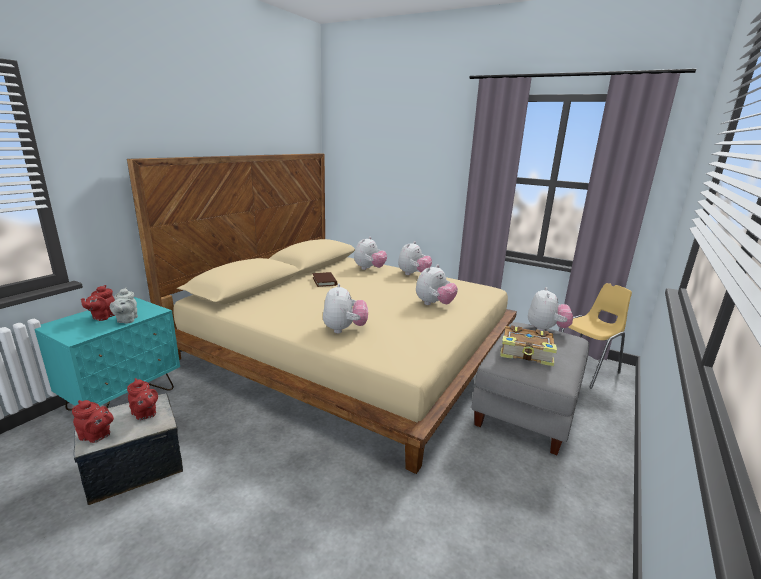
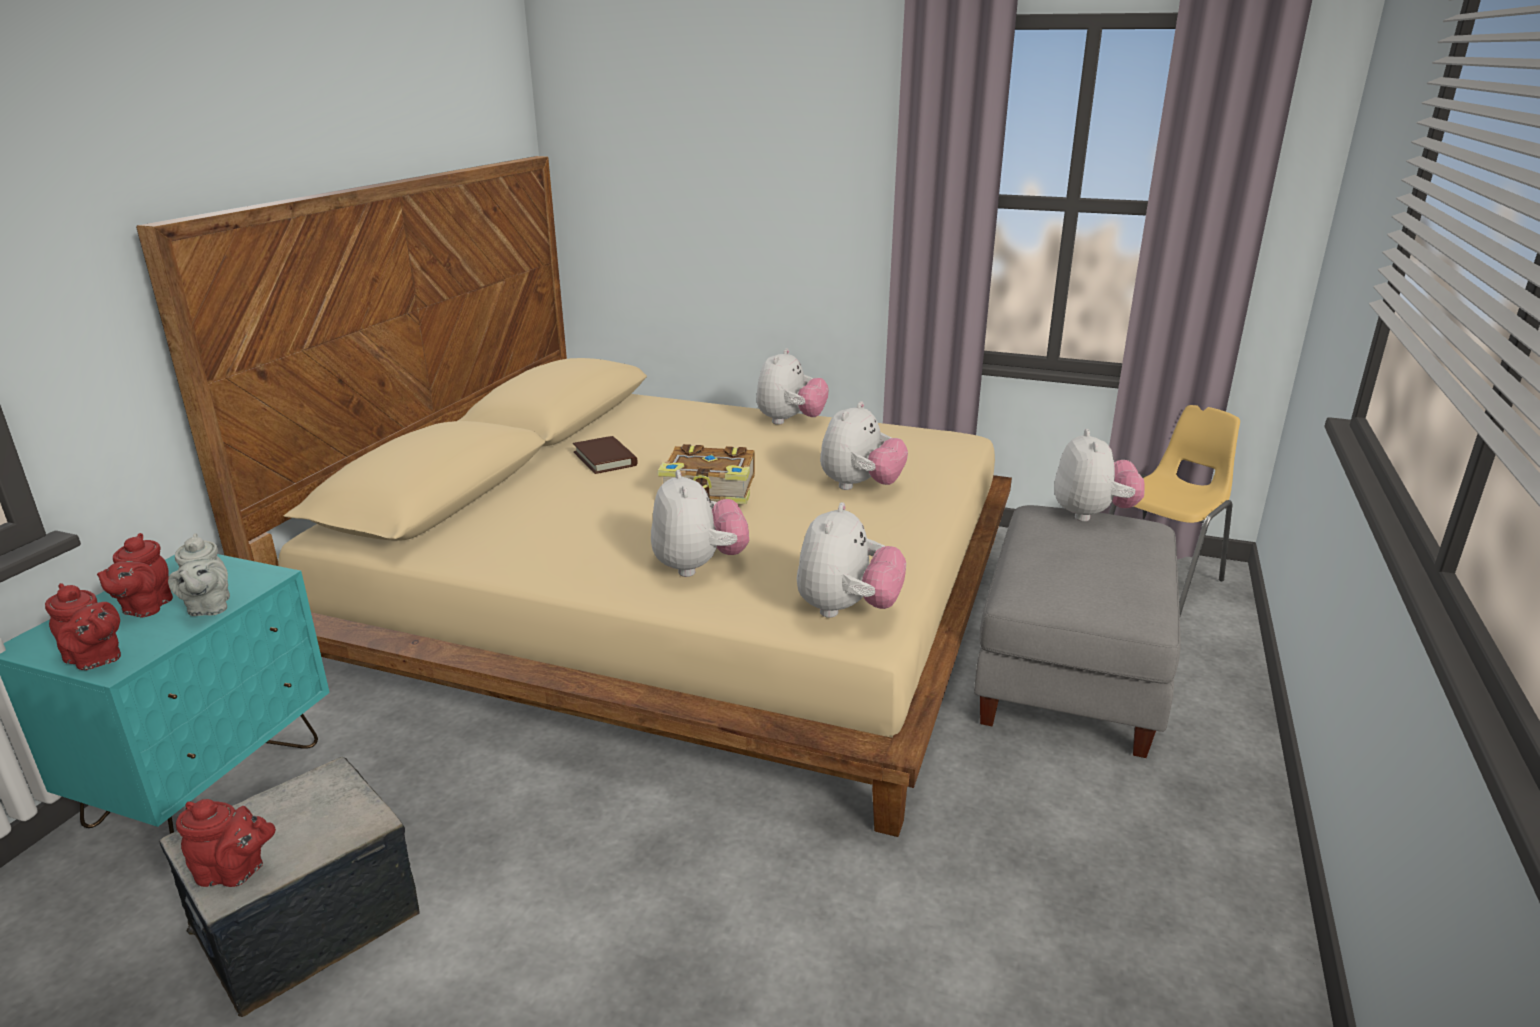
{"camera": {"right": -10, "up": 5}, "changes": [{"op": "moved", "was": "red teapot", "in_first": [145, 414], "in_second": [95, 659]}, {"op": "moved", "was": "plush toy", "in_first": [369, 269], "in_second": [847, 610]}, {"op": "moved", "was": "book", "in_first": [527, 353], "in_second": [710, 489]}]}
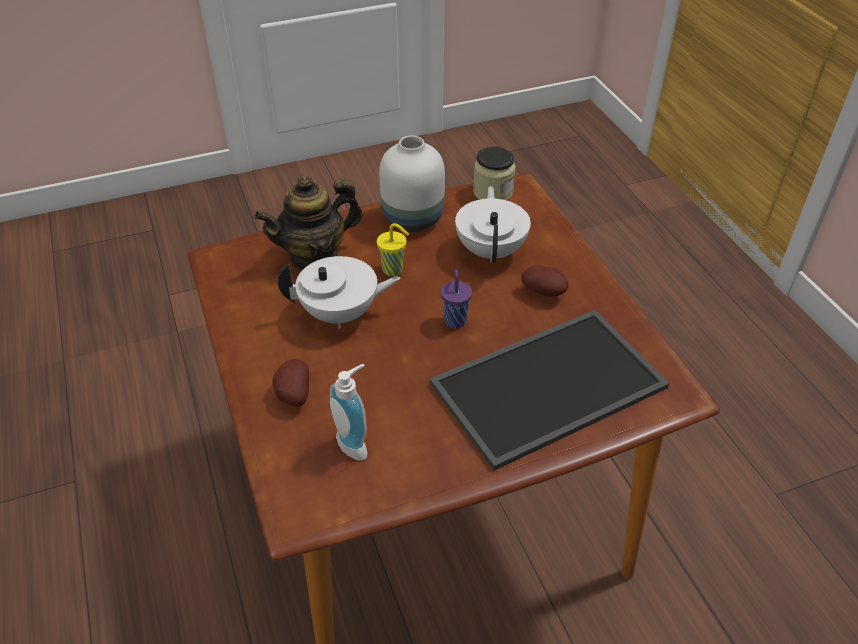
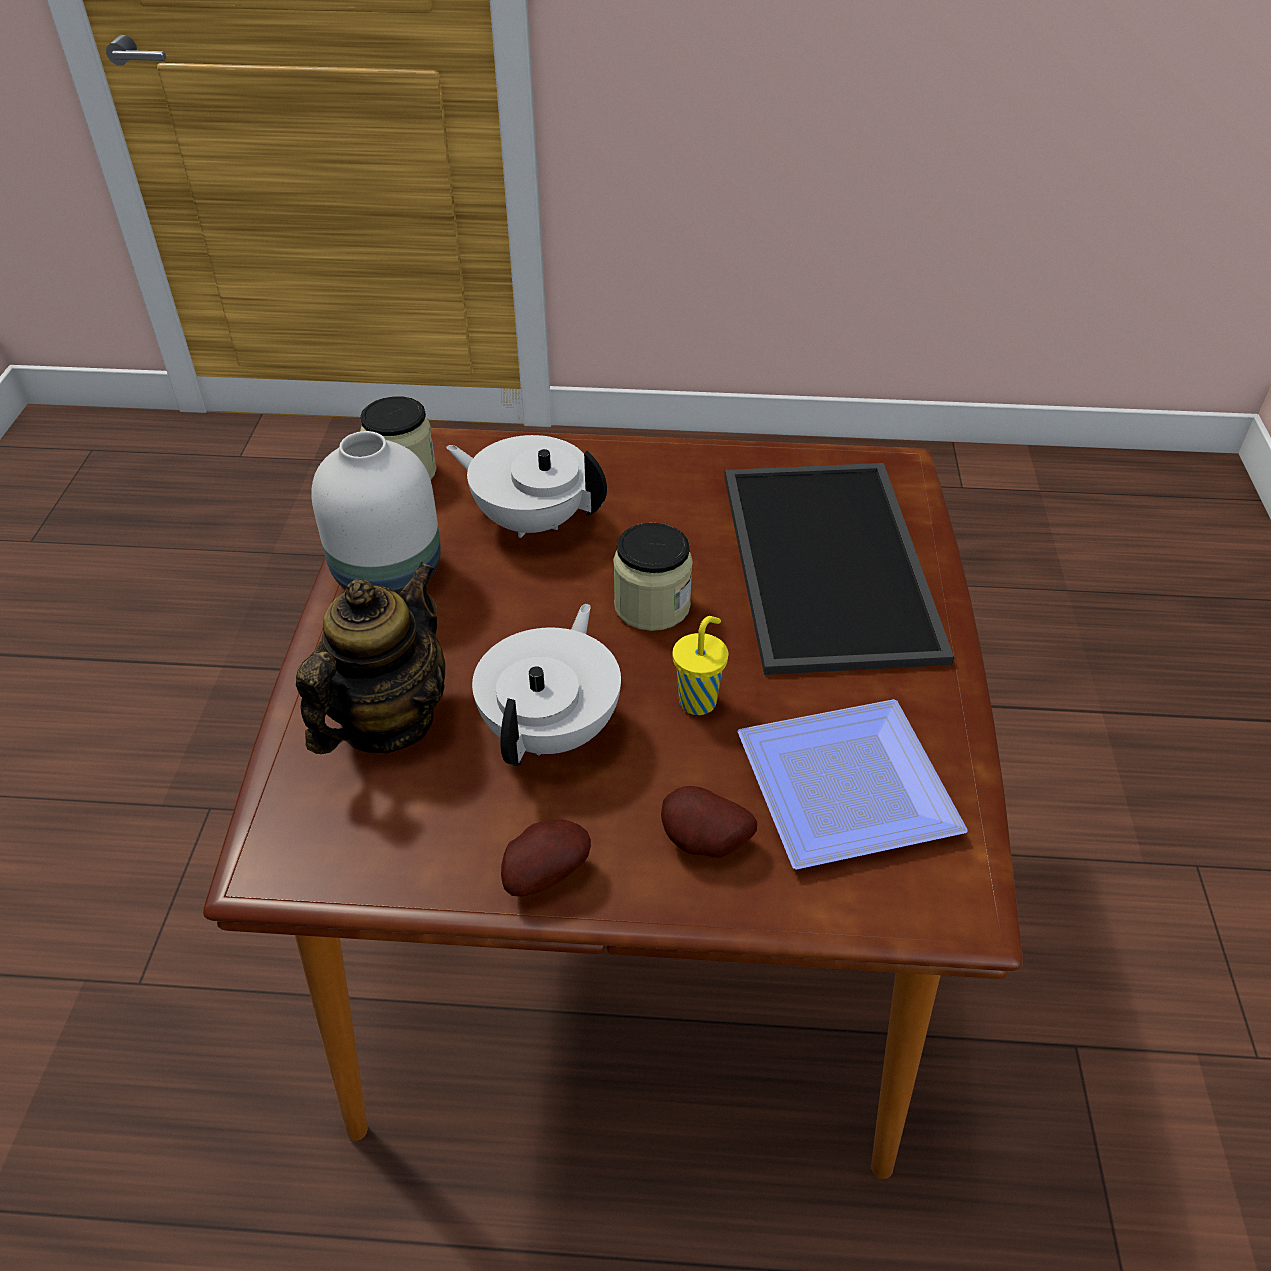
{"camera": {"right": -65, "up": 0}, "changes": [{"op": "moved", "was": "yellowish small cup", "in_first": [394, 270], "in_second": [699, 700]}, {"op": "moved", "was": "whole potato", "in_first": [545, 292], "in_second": [543, 873]}, {"op": "replaced", "was": "soap dispenser", "now": "plate", "in_first": [356, 443], "in_second": [842, 794]}, {"op": "replaced", "was": "purplish small cup", "now": "jar", "in_first": [455, 320], "in_second": [652, 606]}, {"op": "turned", "was": "teapot", "in_first": [315, 257], "in_second": [386, 721], "clockwise": -150}]}
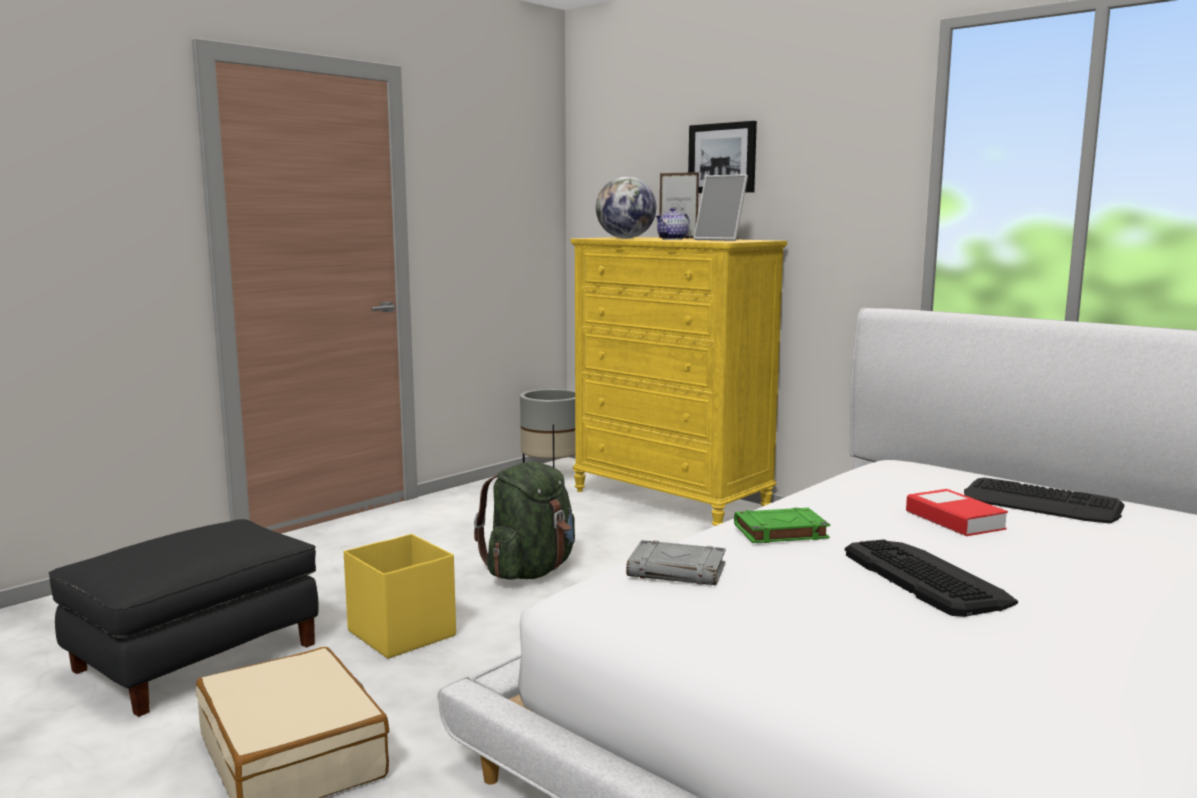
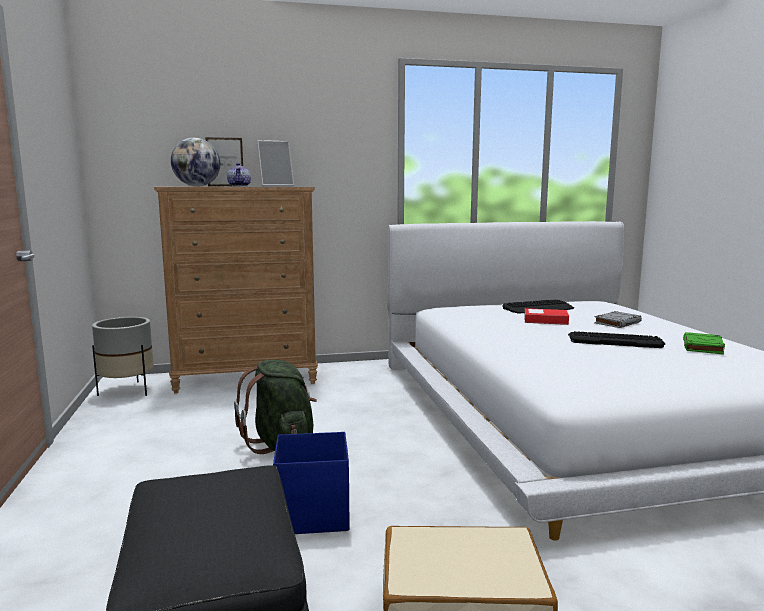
{"camera": {"right": -55, "up": 0}, "changes": [{"op": "removed", "was": "wall art", "in_first": [722, 158]}, {"op": "moved", "was": "gray book", "in_first": [678, 570], "in_second": [617, 323]}, {"op": "moved", "was": "greenish book", "in_first": [779, 532], "in_second": [703, 347]}, {"op": "recoloured", "was": "yellowish storage bin", "now": "blue-coloured storage bin", "in_first": [401, 633], "in_second": [311, 514]}, {"op": "recoloured", "was": "yellowish drawer chest", "now": "brownish drawer chest", "in_first": [671, 499], "in_second": [247, 378]}]}
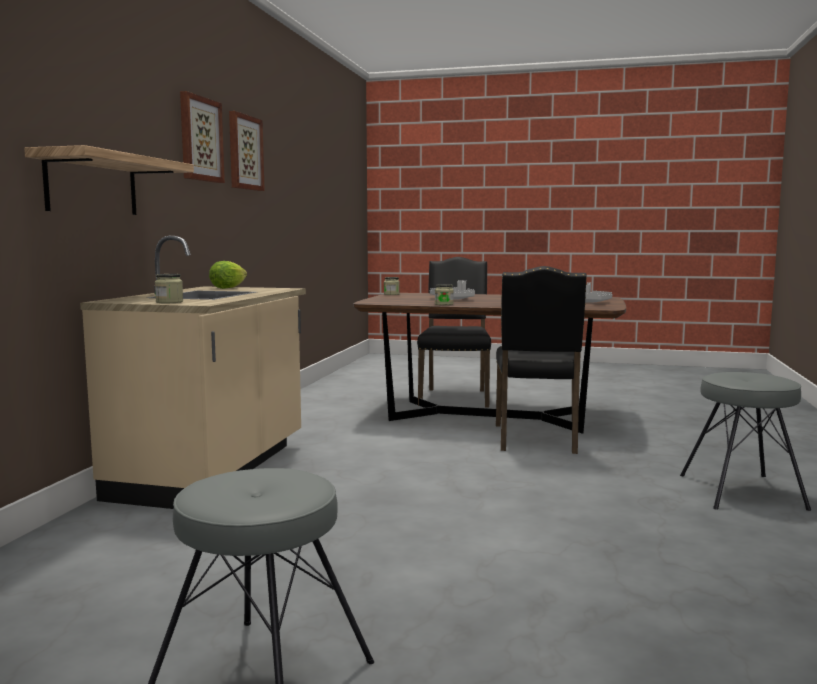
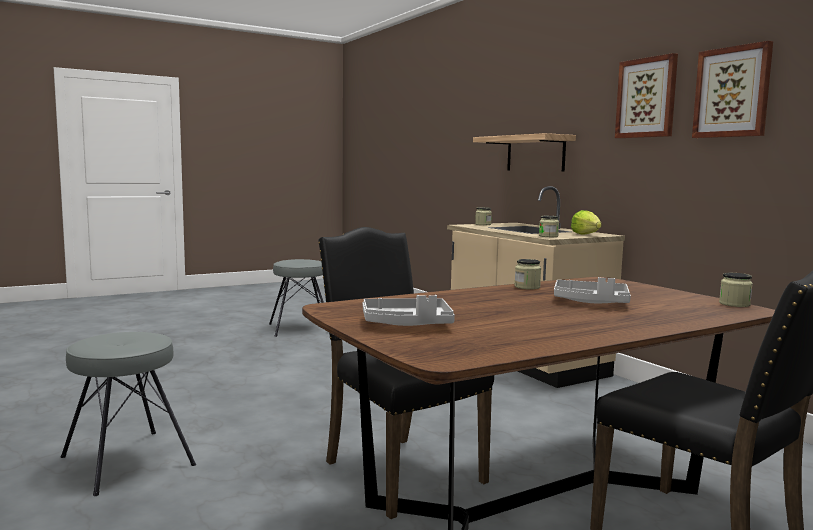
{"camera": {"right": 135, "up": 0}, "changes": [{"op": "added", "now": "jar", "in_second": [548, 236]}]}
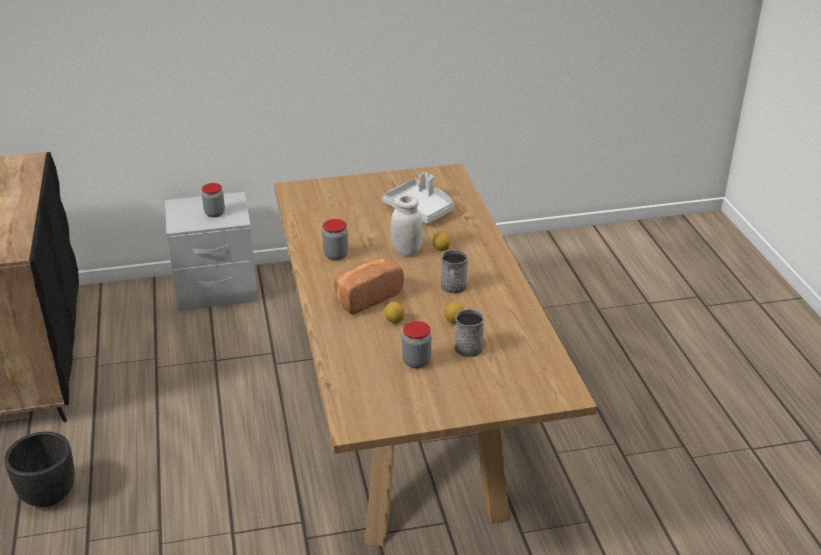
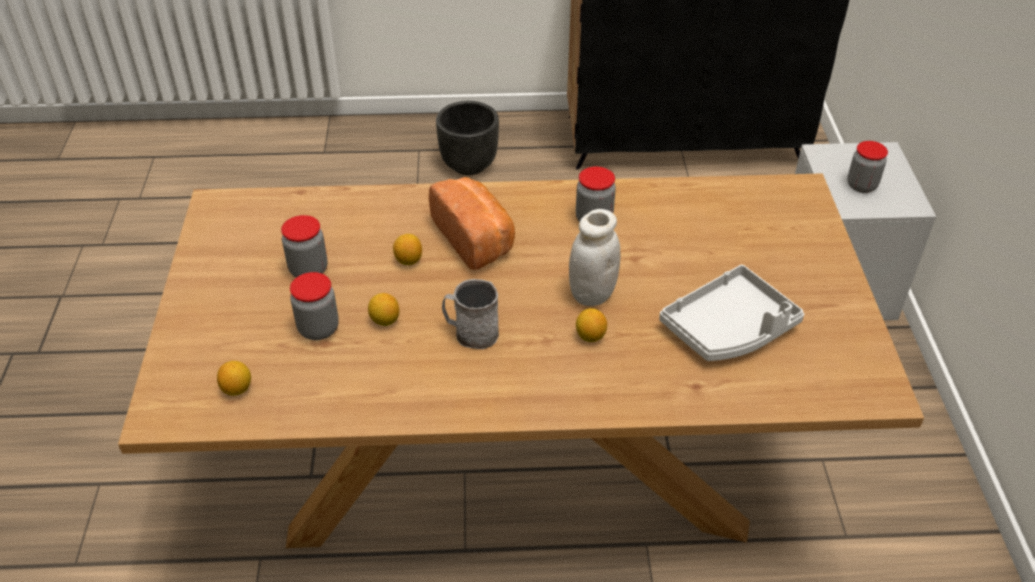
{"camera": {"right": 100, "up": 10}, "changes": [{"op": "added", "now": "citrus fruit", "in_second": [237, 389]}, {"op": "replaced", "was": "gray tea mug", "now": "jar", "in_first": [471, 346], "in_second": [318, 329]}]}
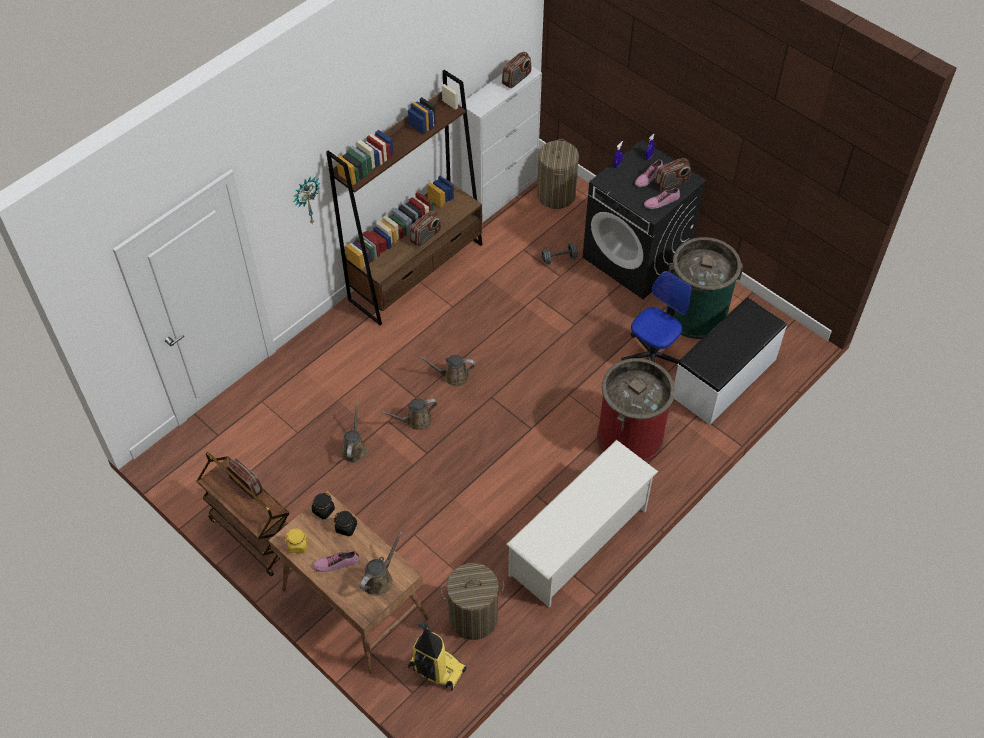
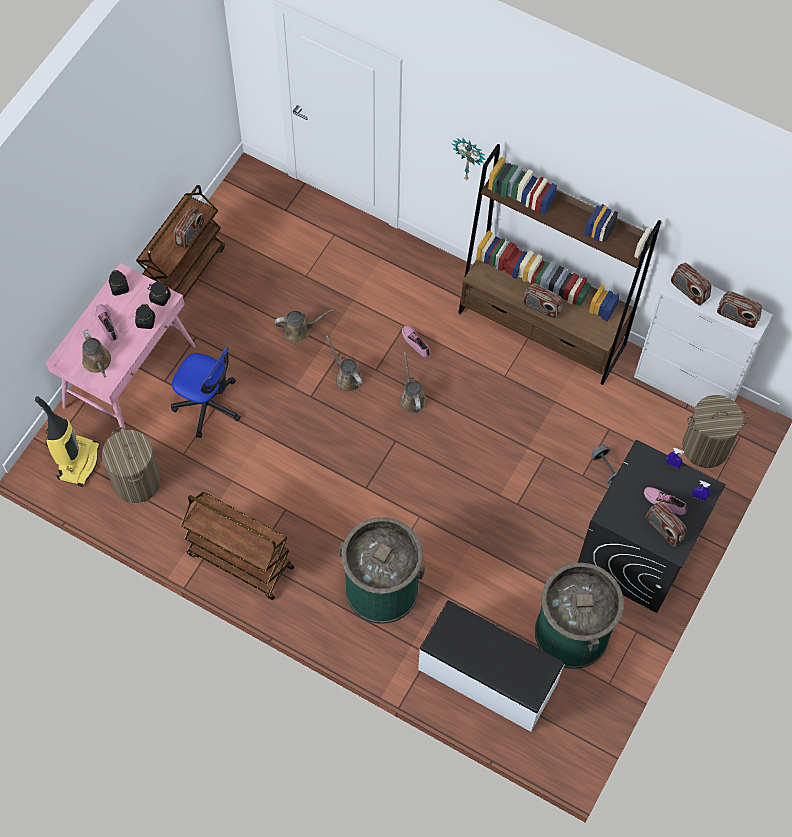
{"camera": {"right": 75, "up": 10}, "changes": [{"op": "added", "now": "radio", "in_second": [688, 291]}, {"op": "moved", "was": "computer chair", "in_first": [653, 356], "in_second": [208, 405]}, {"op": "moved", "was": "item of footwear", "in_first": [661, 201], "in_second": [416, 342]}, {"op": "replaced", "was": "white shoe rack", "now": "brownish wheeled cart", "in_first": [579, 542], "in_second": [239, 561]}, {"op": "recoloured", "was": "brownish desk", "now": "pink-coloured desk", "in_first": [354, 604], "in_second": [129, 376]}, {"op": "recoloured", "was": "yellowish jar", "now": "blackish jar", "in_first": [298, 545], "in_second": [119, 288]}, {"op": "recoloured", "was": "red rubbish bin", "now": "greenish rubbish bin", "in_first": [630, 436], "in_second": [381, 588]}, {"op": "turned", "was": "brownish sprinkling can", "in_first": [379, 579], "in_second": [98, 362], "clockwise": 45}]}
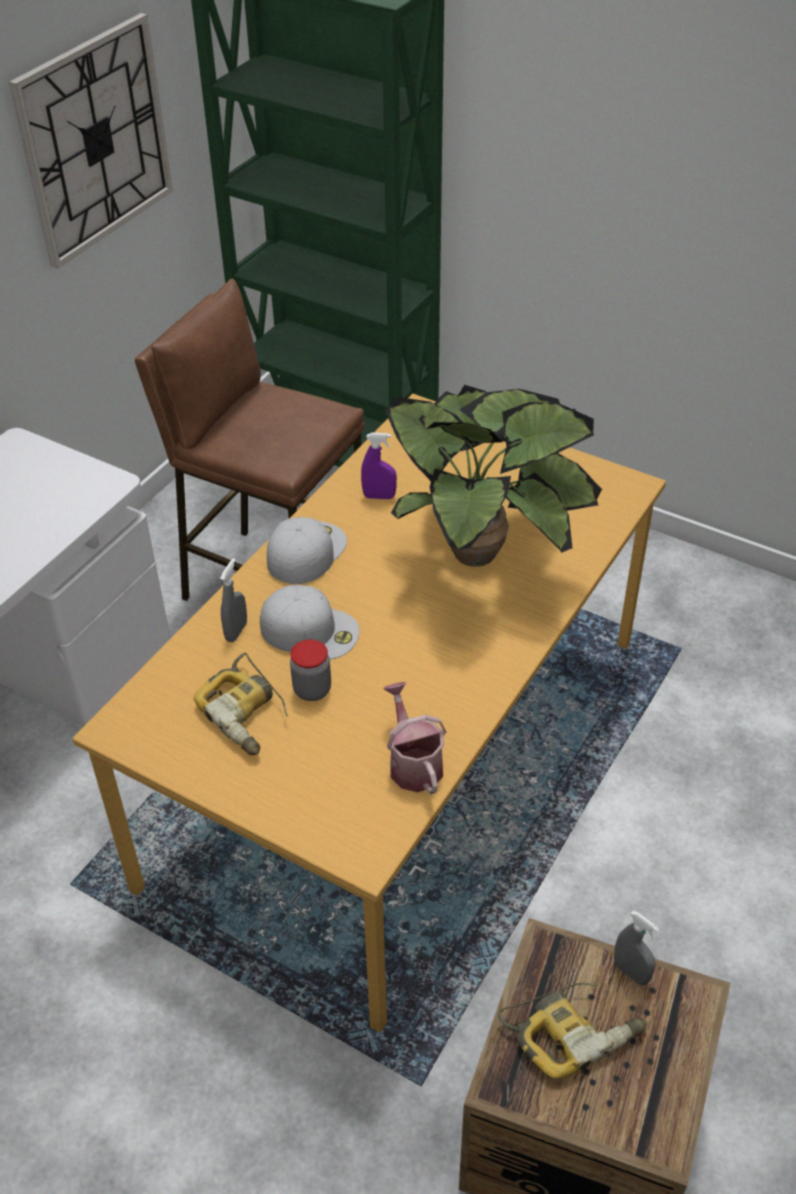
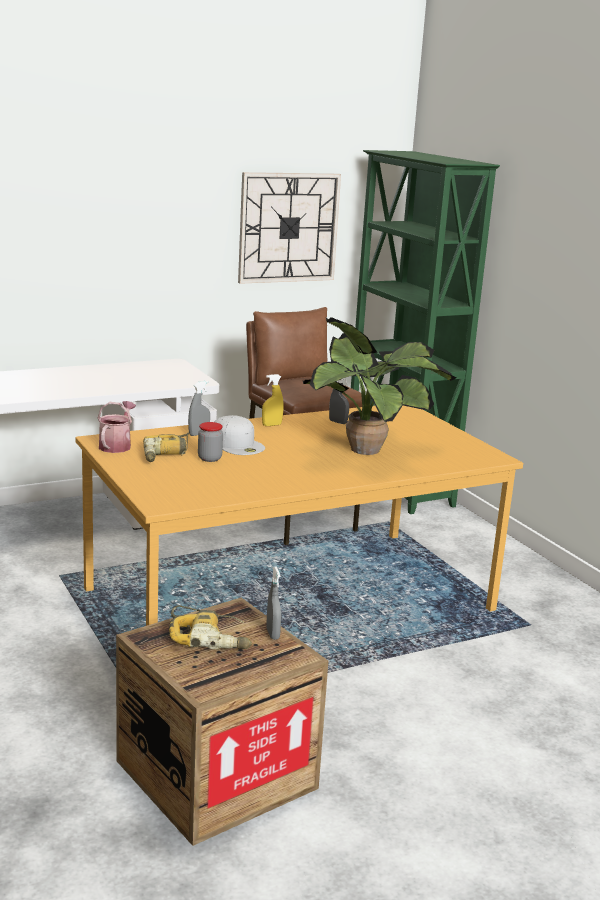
{"camera": {"right": 30, "up": -25}, "changes": [{"op": "moved", "was": "sprinkling can", "in_first": [413, 762], "in_second": [116, 445]}, {"op": "replaced", "was": "white peaked cap", "now": "yellowish hand sprayer", "in_first": [306, 551], "in_second": [271, 425]}, {"op": "recoloured", "was": "purplish hand sprayer", "now": "gray hand sprayer", "in_first": [379, 496], "in_second": [338, 422]}]}
